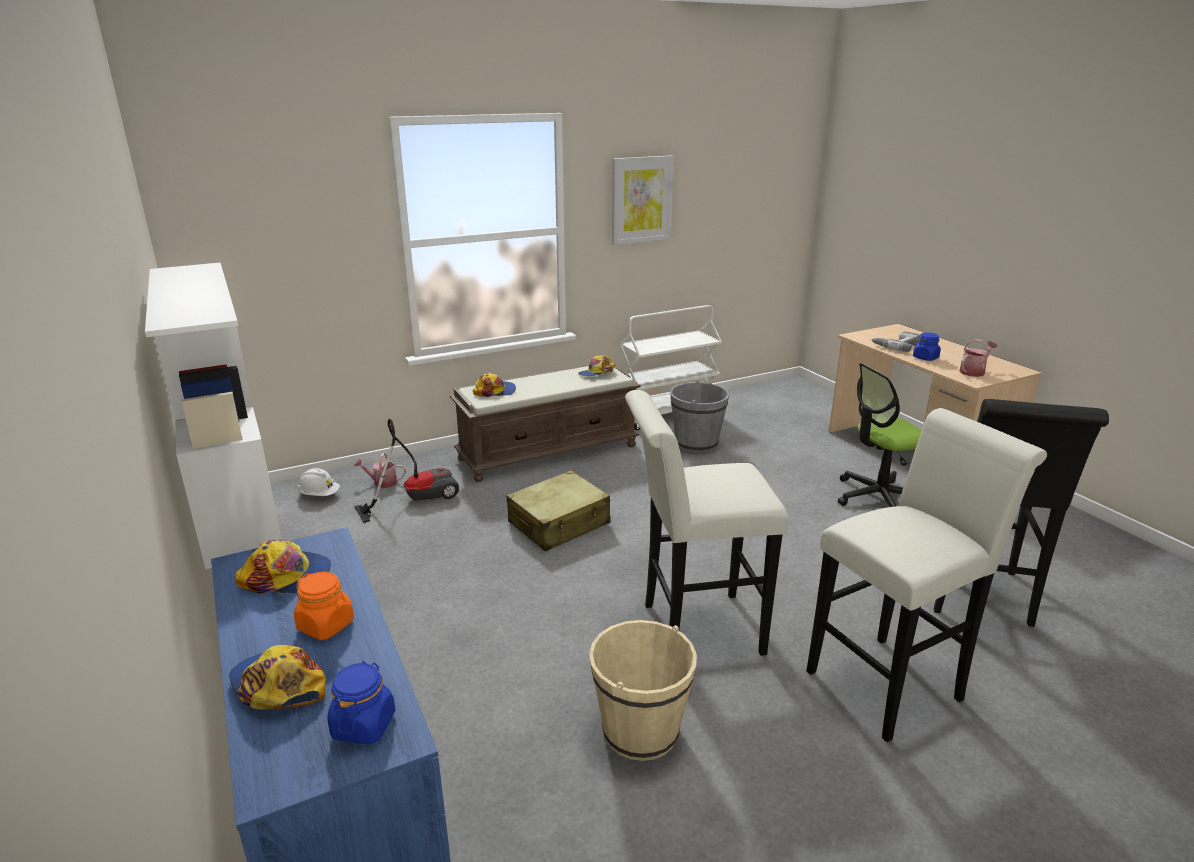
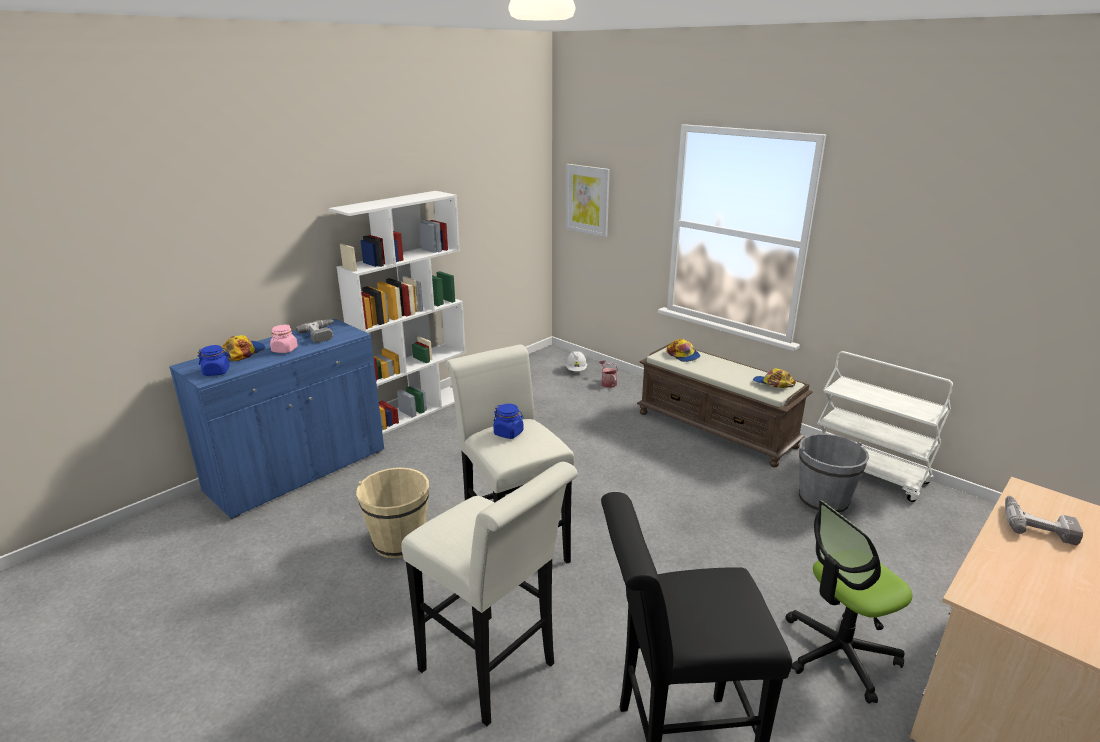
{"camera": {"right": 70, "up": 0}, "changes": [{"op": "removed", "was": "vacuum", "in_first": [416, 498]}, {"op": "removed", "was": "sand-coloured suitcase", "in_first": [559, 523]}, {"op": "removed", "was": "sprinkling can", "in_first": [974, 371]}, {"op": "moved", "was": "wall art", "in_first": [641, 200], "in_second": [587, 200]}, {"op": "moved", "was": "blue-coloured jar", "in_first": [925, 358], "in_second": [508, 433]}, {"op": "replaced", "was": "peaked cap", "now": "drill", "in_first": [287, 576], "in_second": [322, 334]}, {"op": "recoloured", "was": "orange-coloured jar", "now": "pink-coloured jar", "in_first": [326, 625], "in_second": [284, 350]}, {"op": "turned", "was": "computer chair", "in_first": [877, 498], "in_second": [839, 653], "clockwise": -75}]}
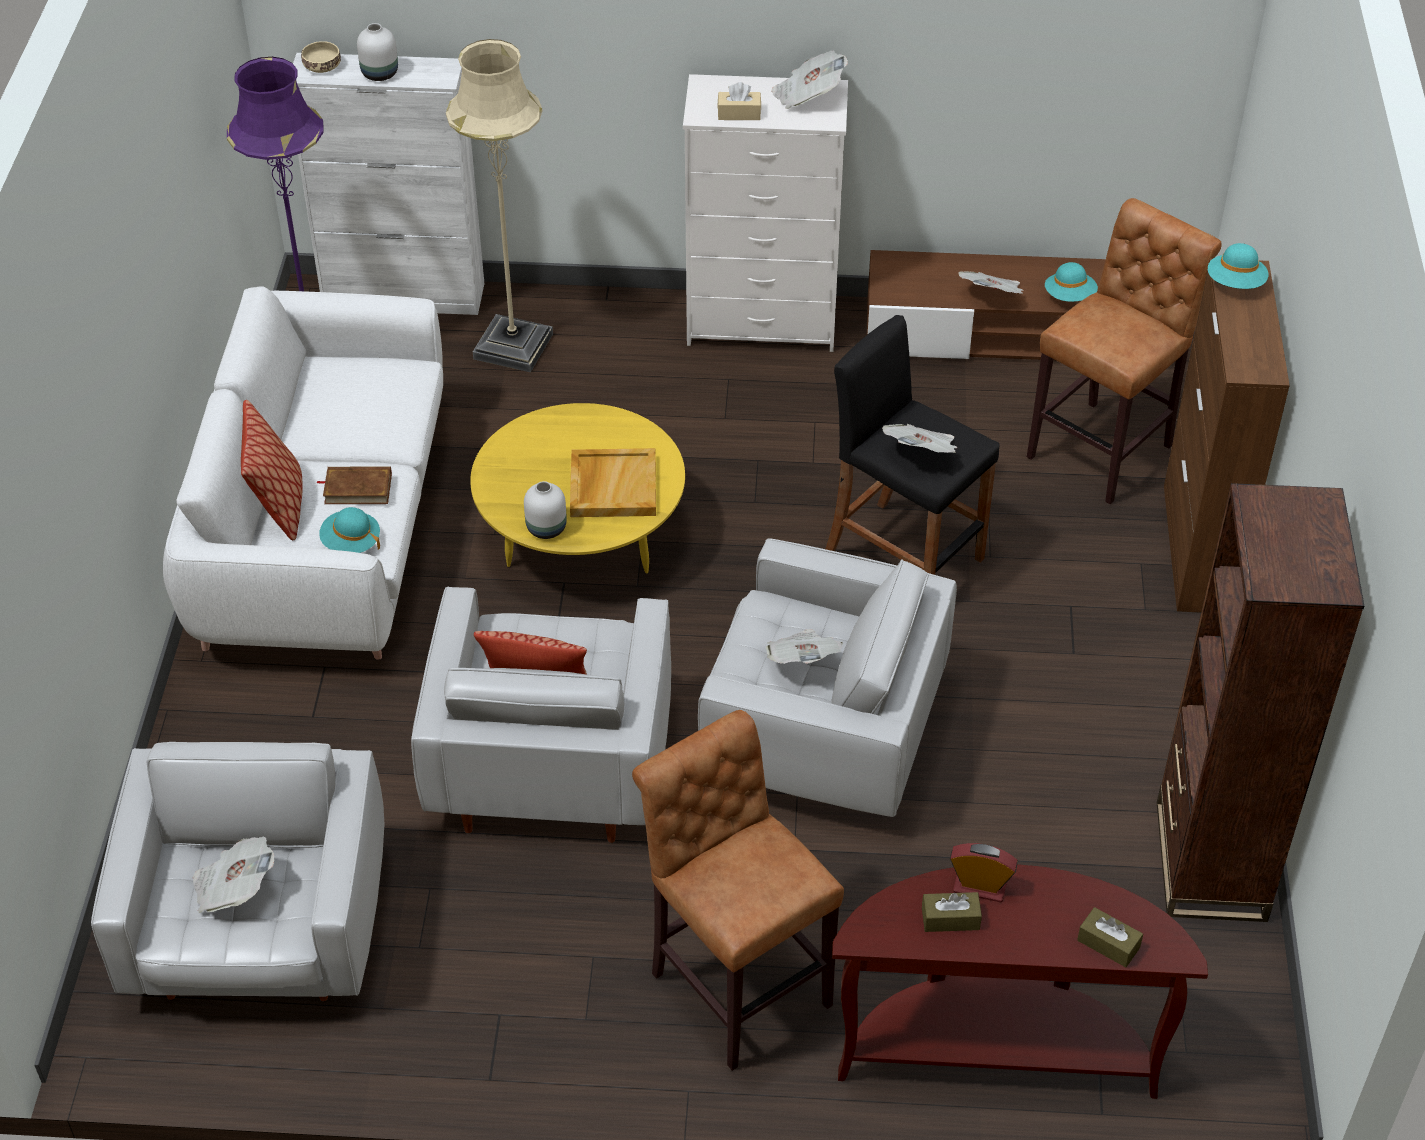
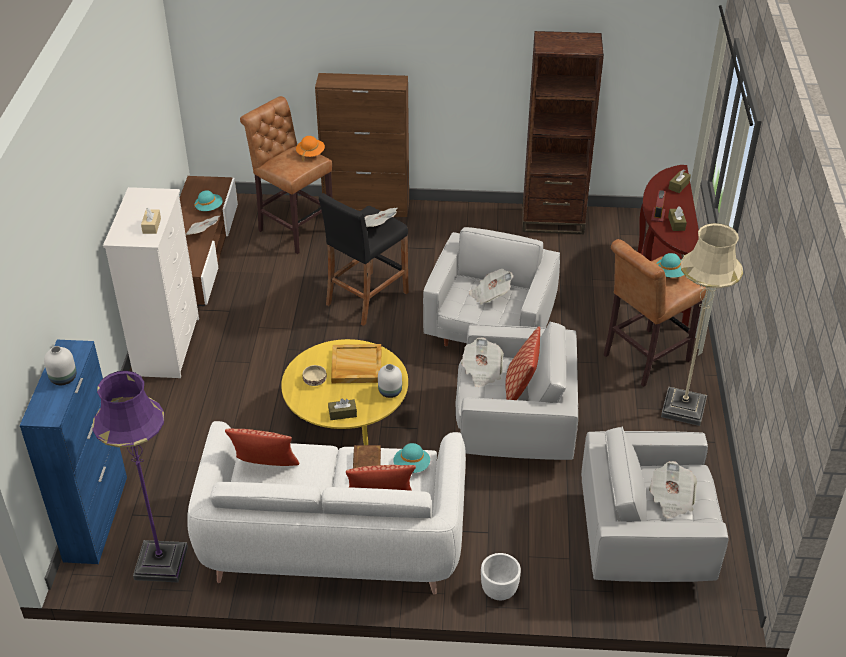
{"camera": {"right": -90, "up": -5}, "changes": [{"op": "added", "now": "throw pillow", "in_second": [266, 468]}, {"op": "added", "now": "orange-coloured hat", "in_second": [310, 154]}, {"op": "added", "now": "brownish tissue box", "in_second": [342, 413]}, {"op": "added", "now": "white plant pot", "in_second": [498, 591]}, {"op": "moved", "was": "sand-coloured bowl", "in_first": [323, 67], "in_second": [315, 380]}, {"op": "moved", "was": "sand-coloured standing lamp", "in_first": [513, 346], "in_second": [683, 408]}, {"op": "moved", "was": "printed paper", "in_first": [807, 96], "in_second": [482, 371]}, {"op": "moved", "was": "blue-green hat", "in_first": [1235, 283], "in_second": [670, 274]}, {"op": "recoloured", "was": "white cabinet", "now": "blue-coloured cabinet", "in_first": [405, 296], "in_second": [96, 518]}]}
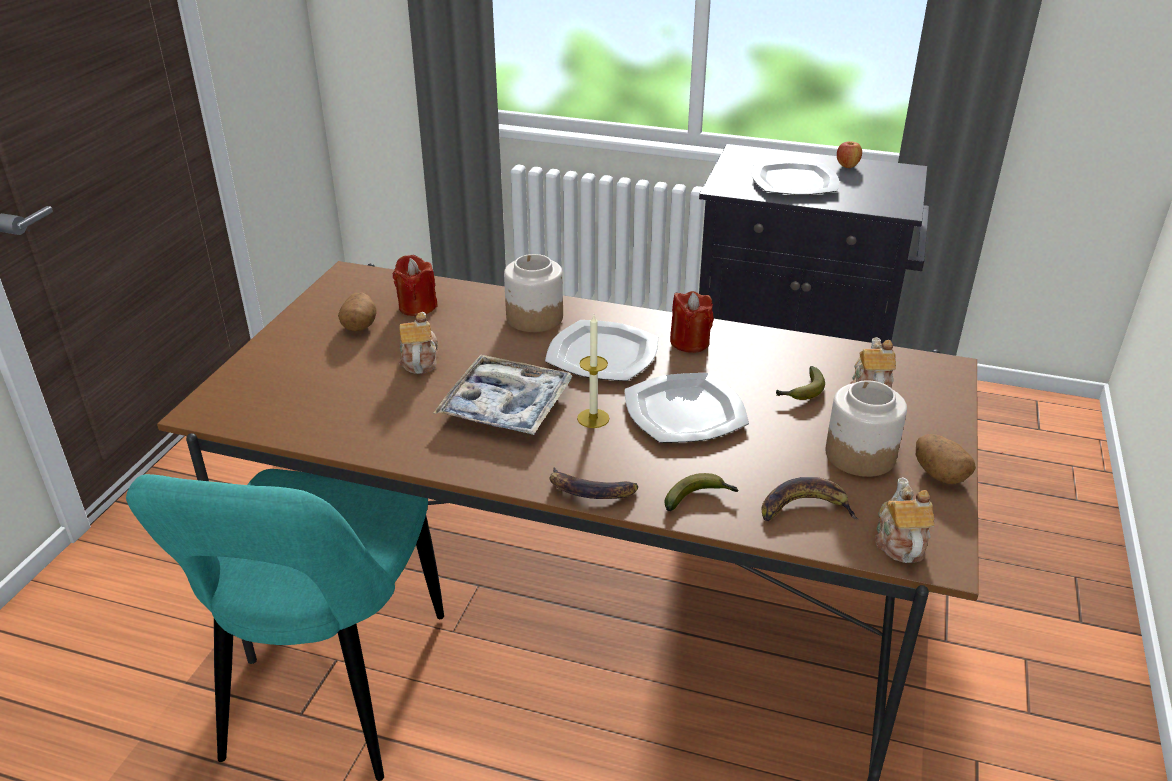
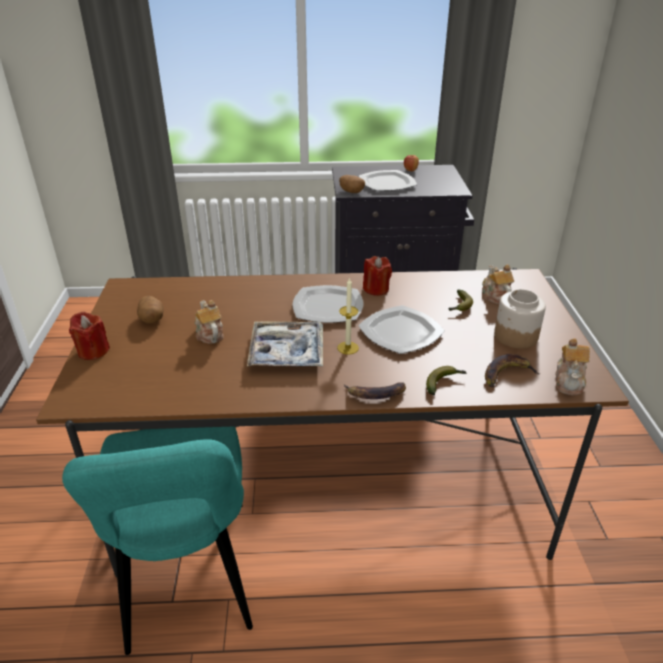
{"camera": {"right": -20, "up": 0}, "changes": [{"op": "removed", "was": "jar", "in_first": [534, 317]}, {"op": "moved", "was": "red candle", "in_first": [417, 307], "in_second": [93, 351]}, {"op": "moved", "was": "whole potato", "in_first": [939, 474], "in_second": [351, 192]}, {"op": "turned", "was": "teapot", "in_first": [899, 541], "in_second": [569, 381], "clockwise": -150}]}
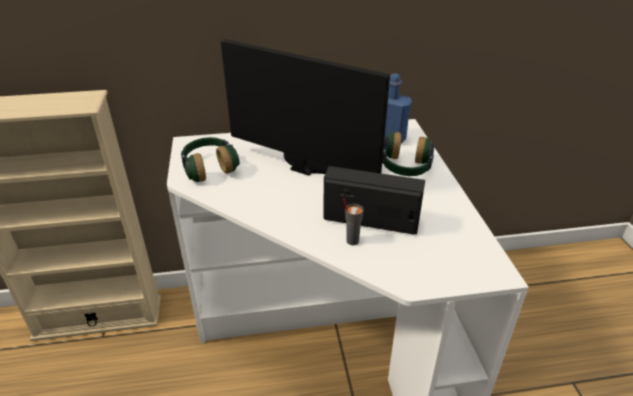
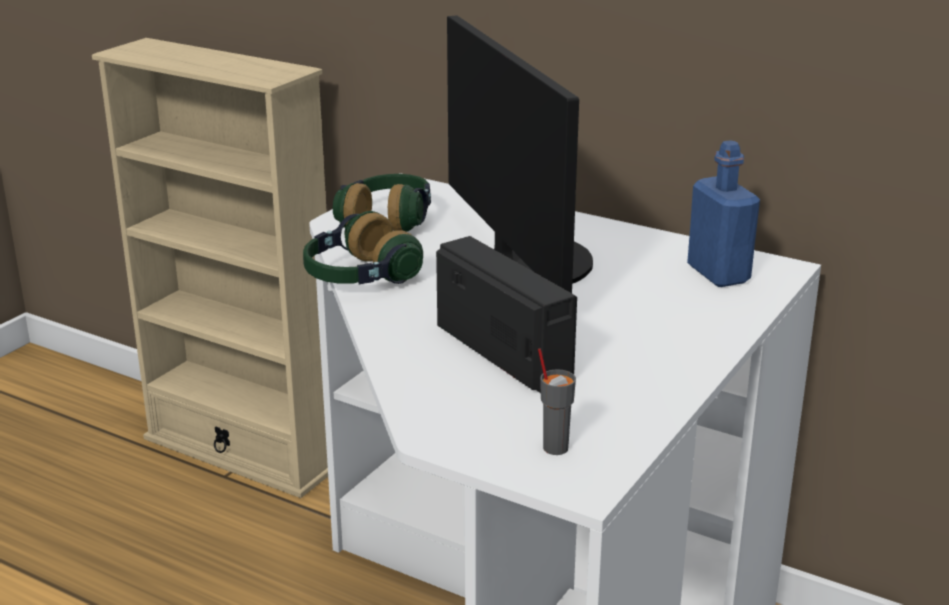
{"camera": {"right": 40, "up": -10}, "changes": [{"op": "moved", "was": "gray small cup", "in_first": [352, 241], "in_second": [555, 447]}, {"op": "moved", "was": "pair of headphones", "in_first": [405, 168], "in_second": [359, 278]}]}
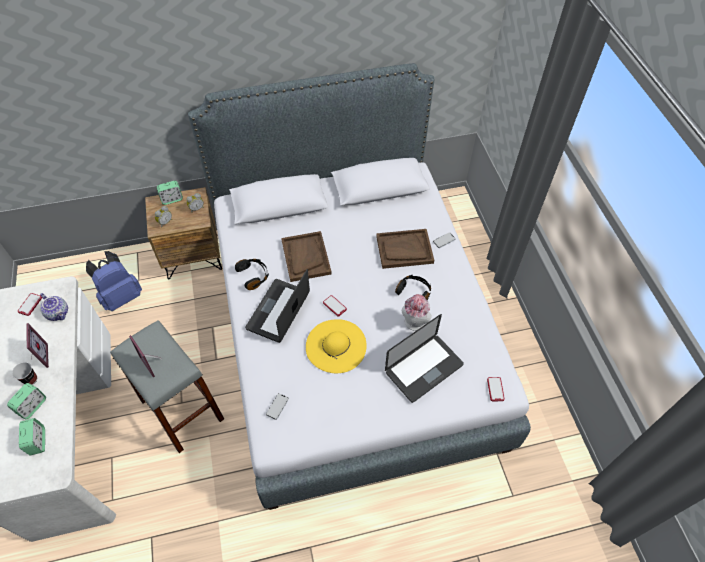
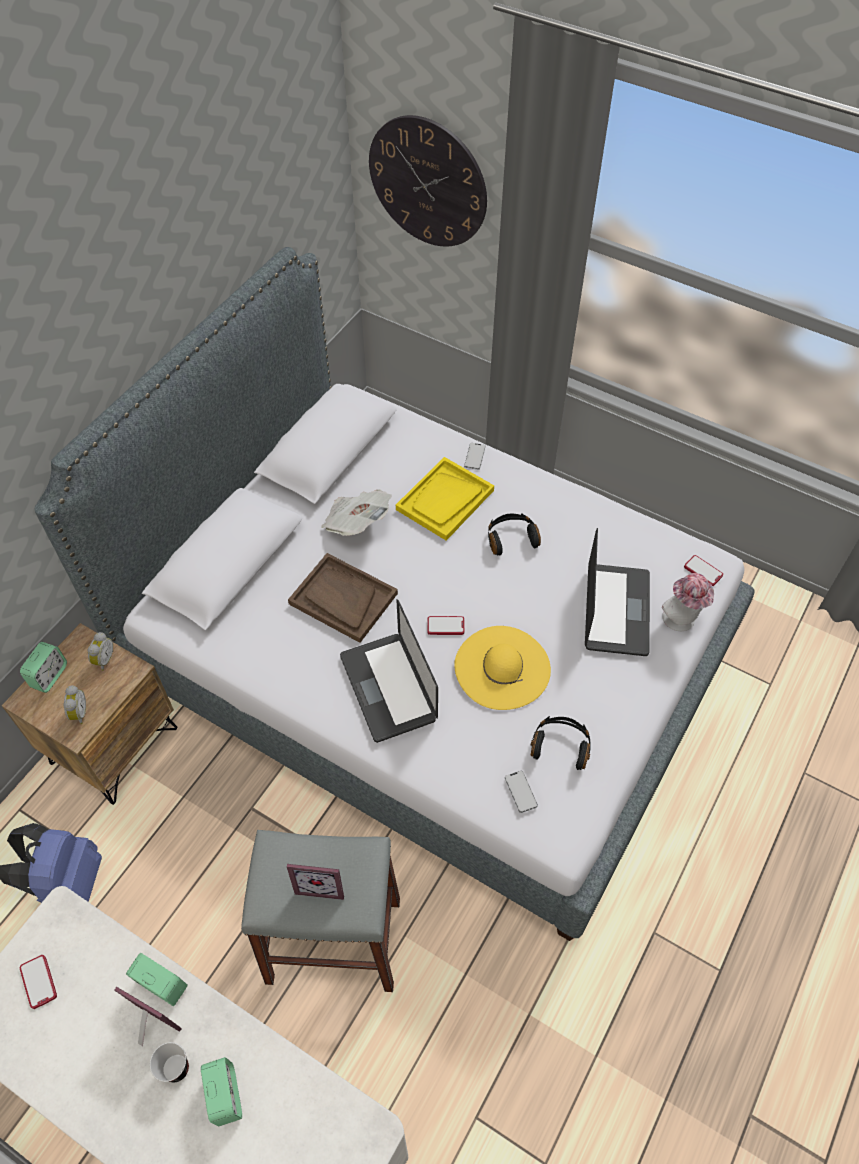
{"camera": {"right": -45, "up": 0}, "changes": [{"op": "removed", "was": "teapot", "in_first": [58, 313]}, {"op": "added", "now": "printed paper", "in_second": [357, 523]}, {"op": "added", "now": "wall clock", "in_second": [428, 182]}, {"op": "moved", "was": "bedside clock", "in_first": [38, 441], "in_second": [162, 985]}, {"op": "moved", "was": "blackish pair of headphones", "in_first": [253, 276], "in_second": [560, 746]}, {"op": "moved", "was": "hat", "in_first": [414, 324], "in_second": [681, 621]}, {"op": "recoloured", "was": "brownish serving tray", "now": "yellowish serving tray", "in_first": [404, 250], "in_second": [445, 500]}]}
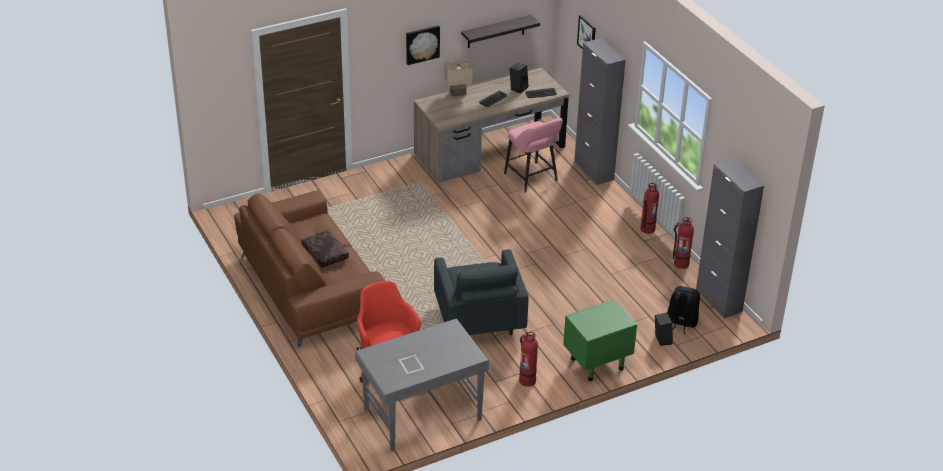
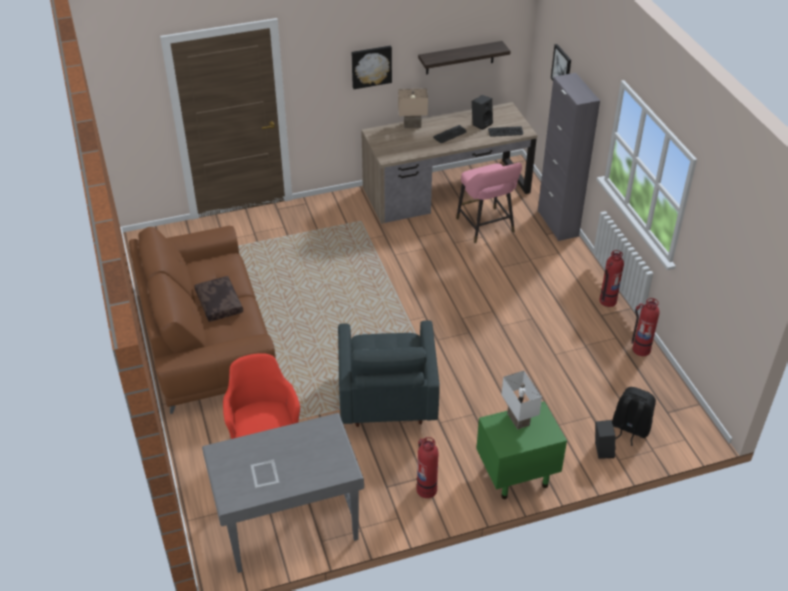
{"camera": {"right": 10, "up": 5}, "changes": [{"op": "removed", "was": "gray cabinet", "in_first": [718, 300]}, {"op": "added", "now": "white tabletop lamp", "in_second": [519, 419]}]}
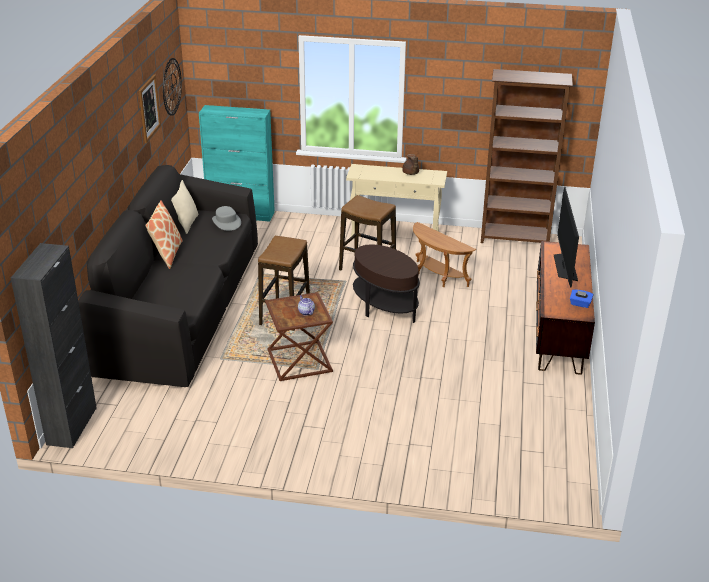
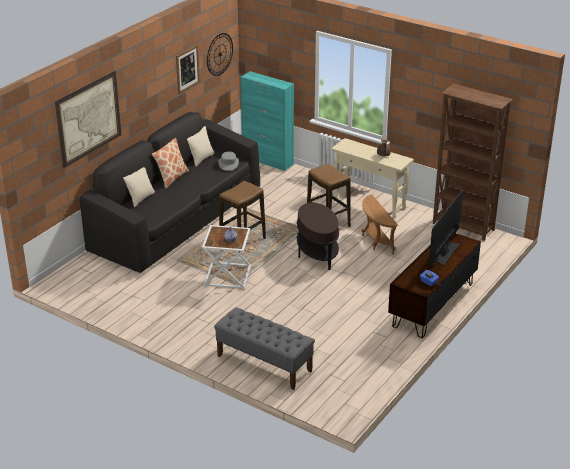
{"camera": {"right": 25, "up": 0}, "changes": [{"op": "removed", "was": "blackish cabinet", "in_first": [72, 426]}, {"op": "added", "now": "wall art", "in_second": [88, 118]}, {"op": "added", "now": "sand-coloured throw pillow", "in_second": [140, 198]}, {"op": "added", "now": "gray bench", "in_second": [264, 363]}, {"op": "recoloured", "was": "brownish side table", "now": "white side table", "in_first": [298, 360], "in_second": [227, 275]}]}
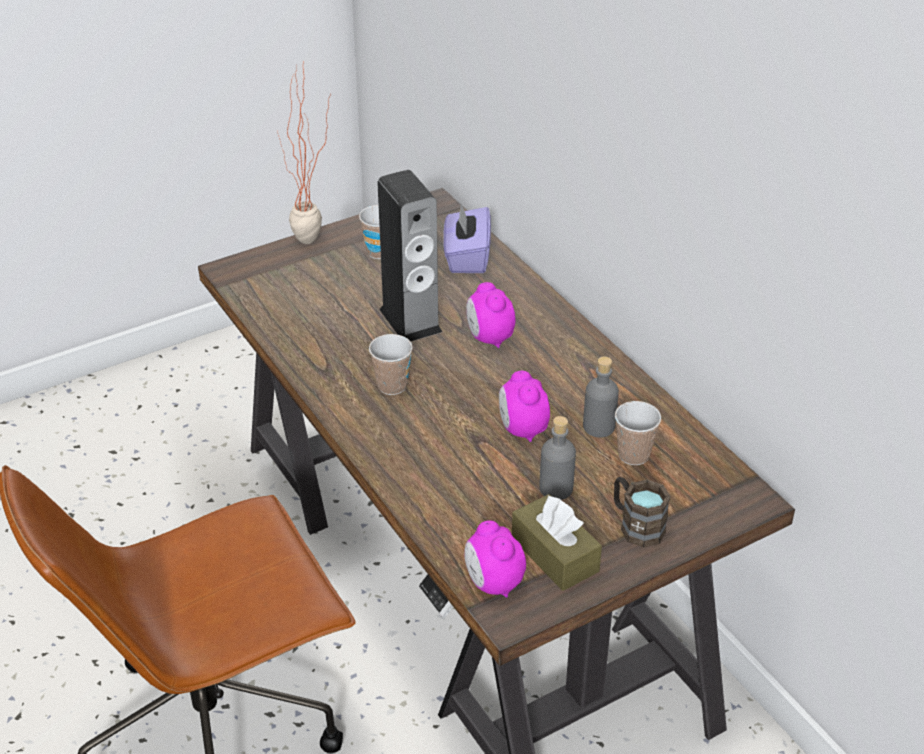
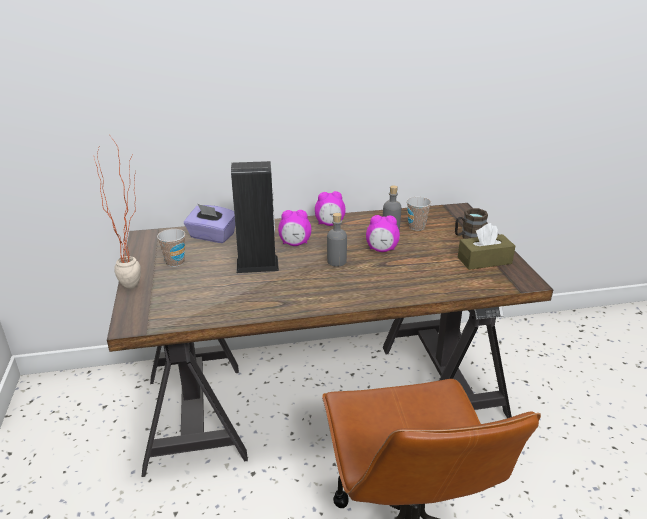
{"camera": {"right": -70, "up": -10}, "changes": [{"op": "removed", "was": "small cup", "in_first": [392, 386]}, {"op": "moved", "was": "bedside clock", "in_first": [493, 583], "in_second": [330, 224]}, {"op": "moved", "was": "gray bottle", "in_first": [556, 488], "in_second": [336, 261]}]}
